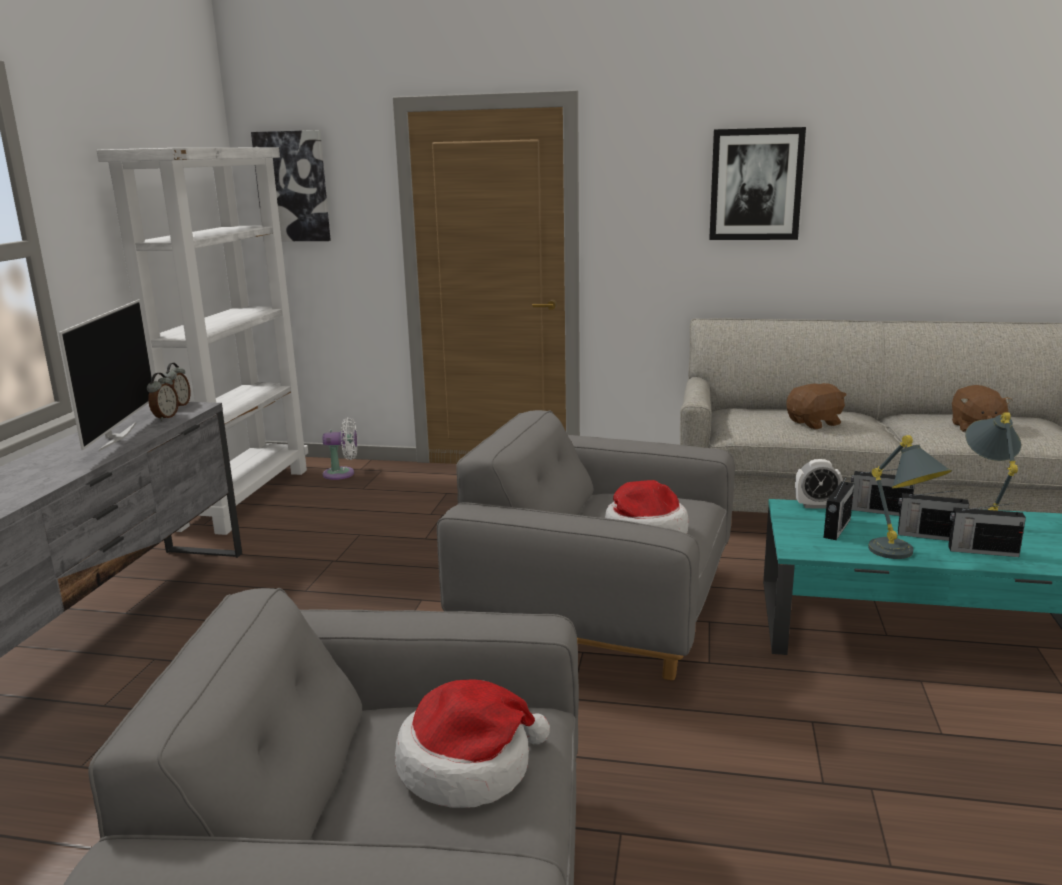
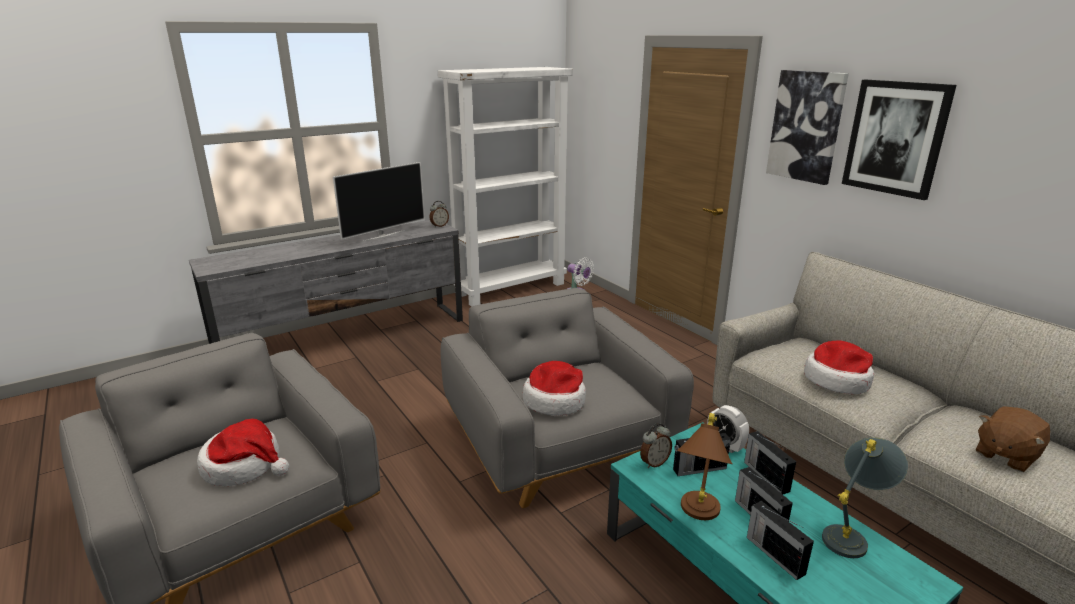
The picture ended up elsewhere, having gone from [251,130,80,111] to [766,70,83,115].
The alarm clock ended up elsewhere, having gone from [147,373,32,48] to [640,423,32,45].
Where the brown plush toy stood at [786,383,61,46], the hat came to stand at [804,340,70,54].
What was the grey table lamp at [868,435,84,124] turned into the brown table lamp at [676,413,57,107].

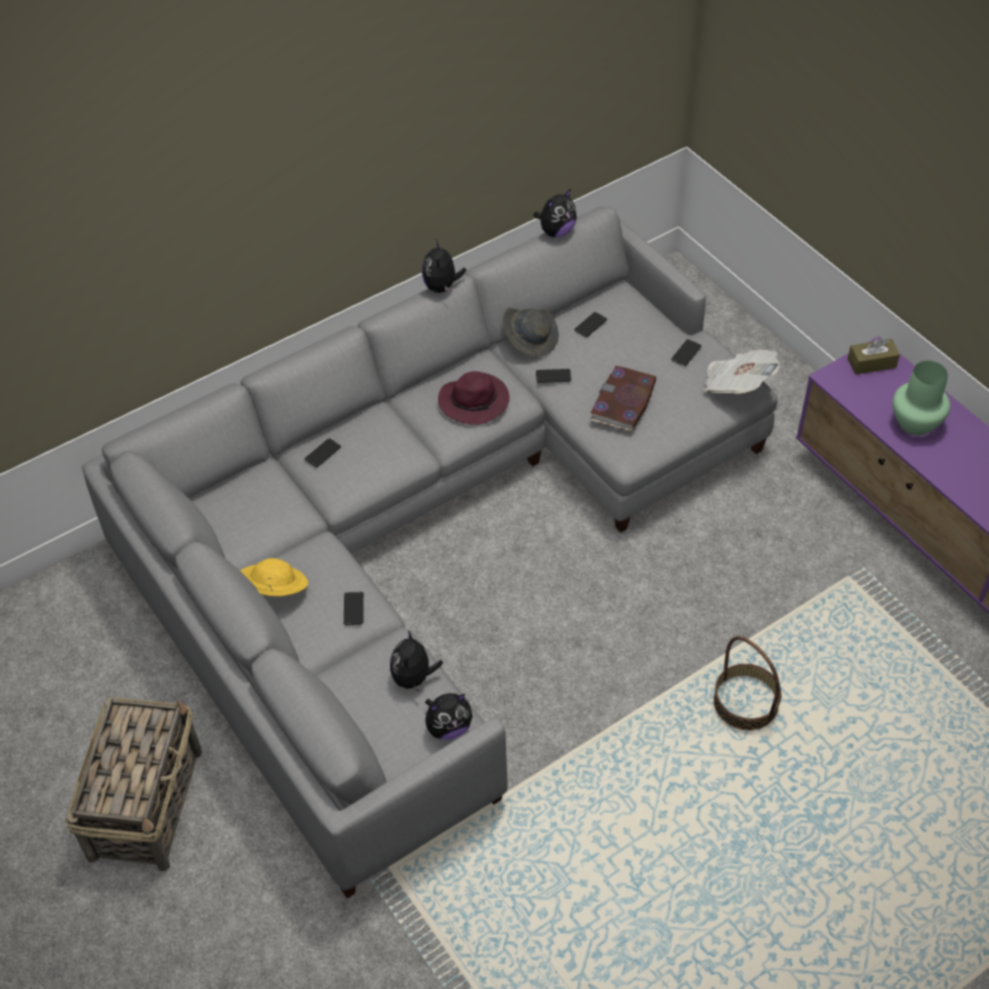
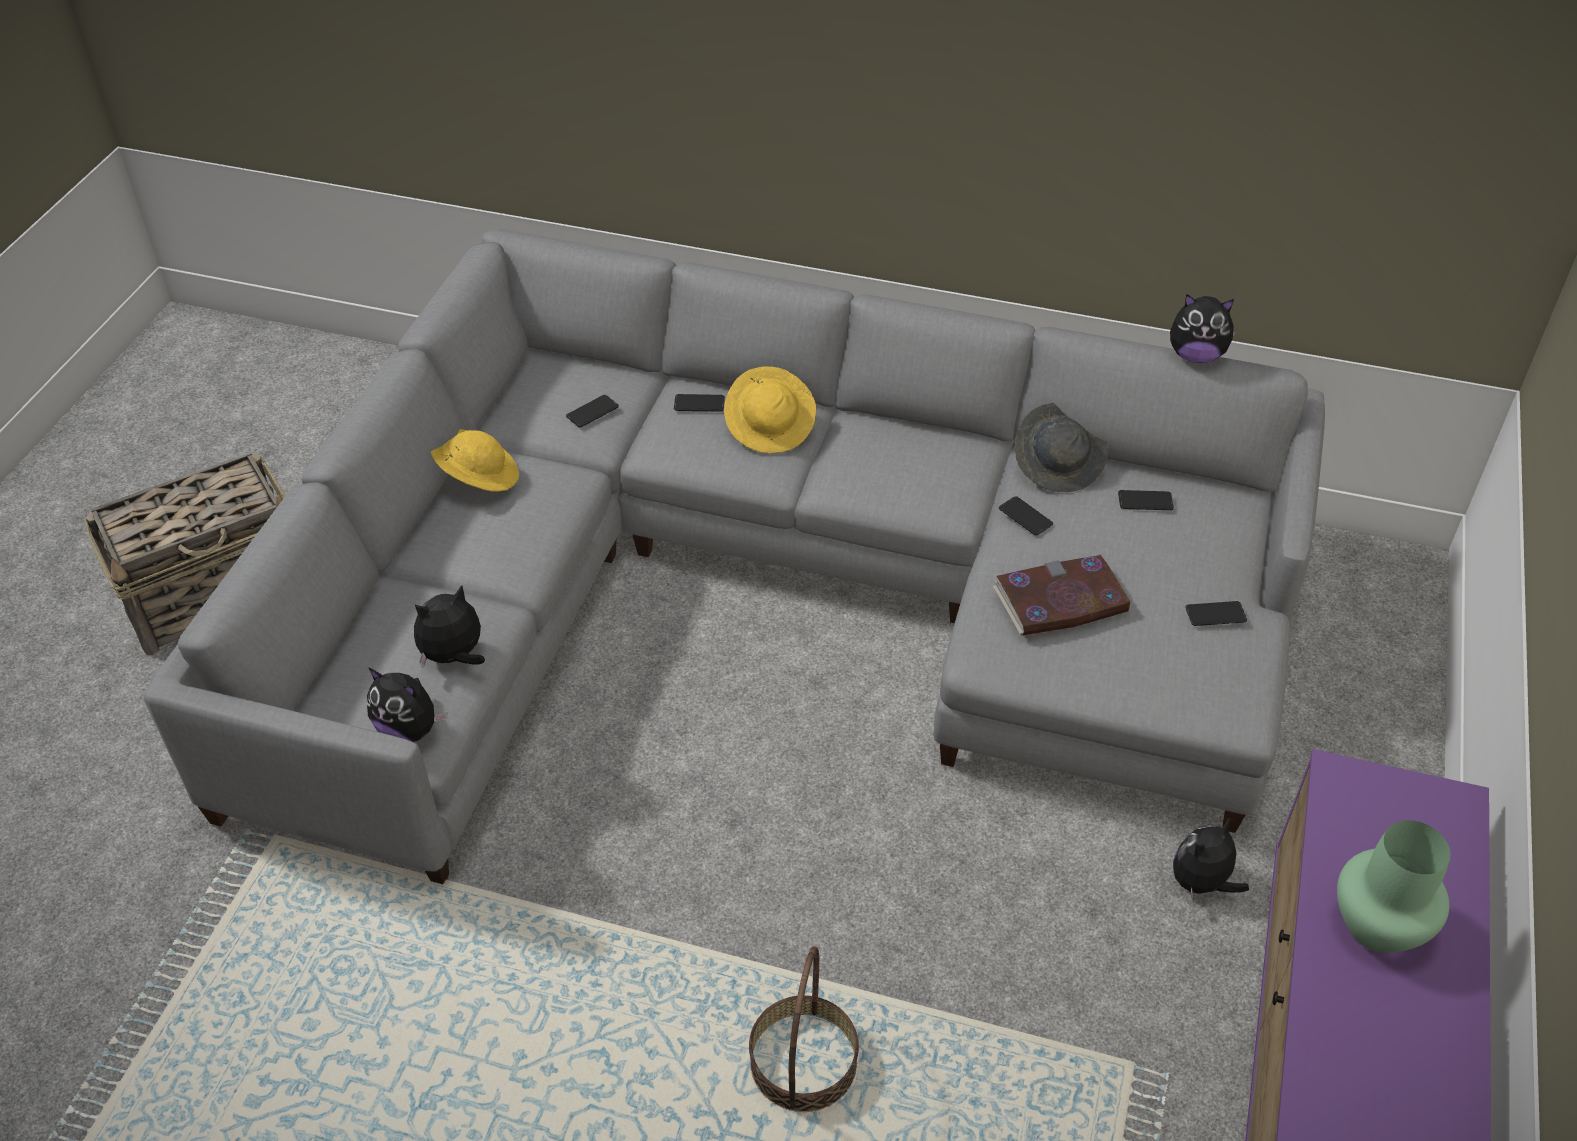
The plush toy ended up elsewhere, having gone from [422,239,44,54] to [1173,818,76,83].
The second view lost the brown tissue box at [848,338,52,36].
The second view lost the newspaper at [704,349,76,45].
The second view lost the purple hat at [438,371,72,54].
The phone ended up elsewhere, having gone from [344,592,20,33] to [566,395,53,32].
The second view gained the yellow hat at [724,367,92,86].

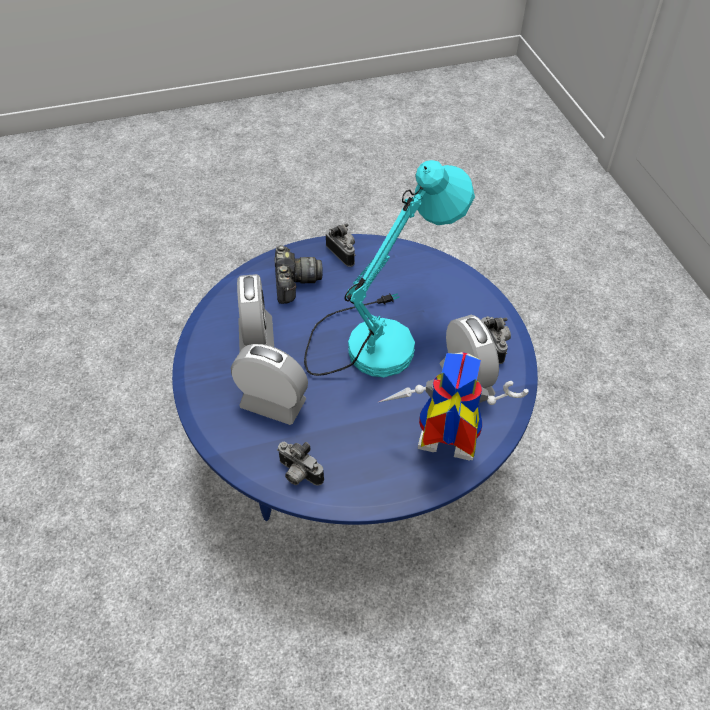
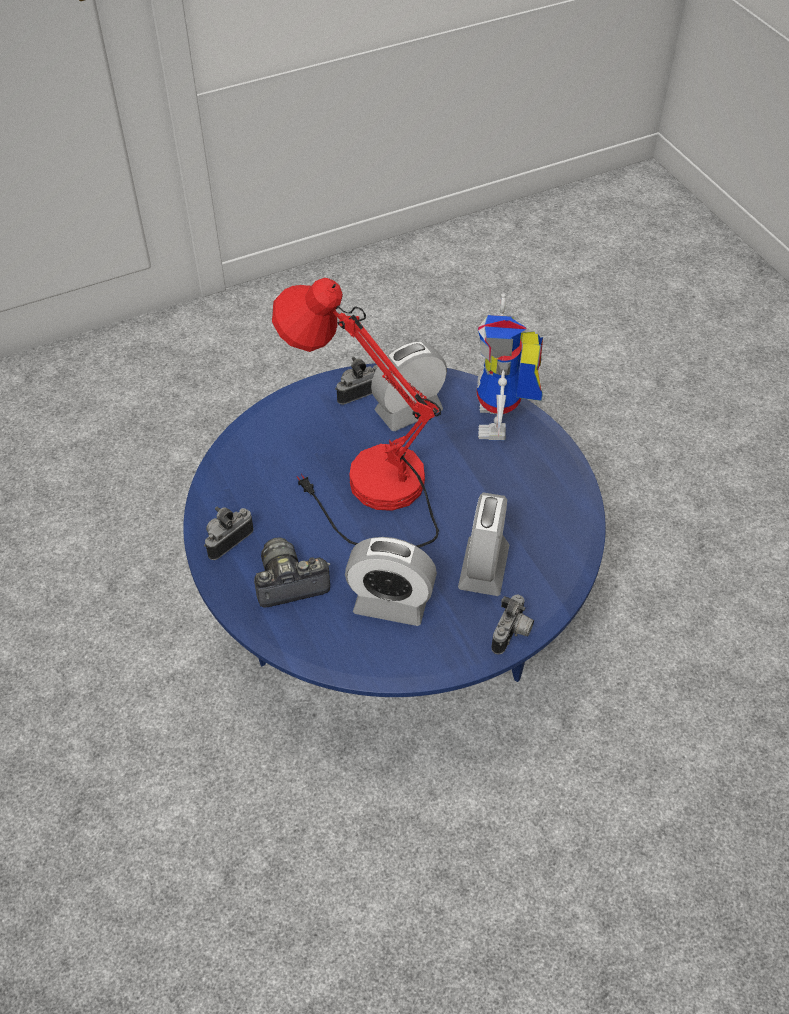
What was the turquoise table lamp at [304,160,171,217] turned into the red table lamp at [272,278,169,270].
The alarm clock at [237,274,37,77] ended up facing another way, 150 degrees counterclockwise from before.
The photo camera ended up elsewhere, having gone from [277,442,47,44] to [491,595,43,59].

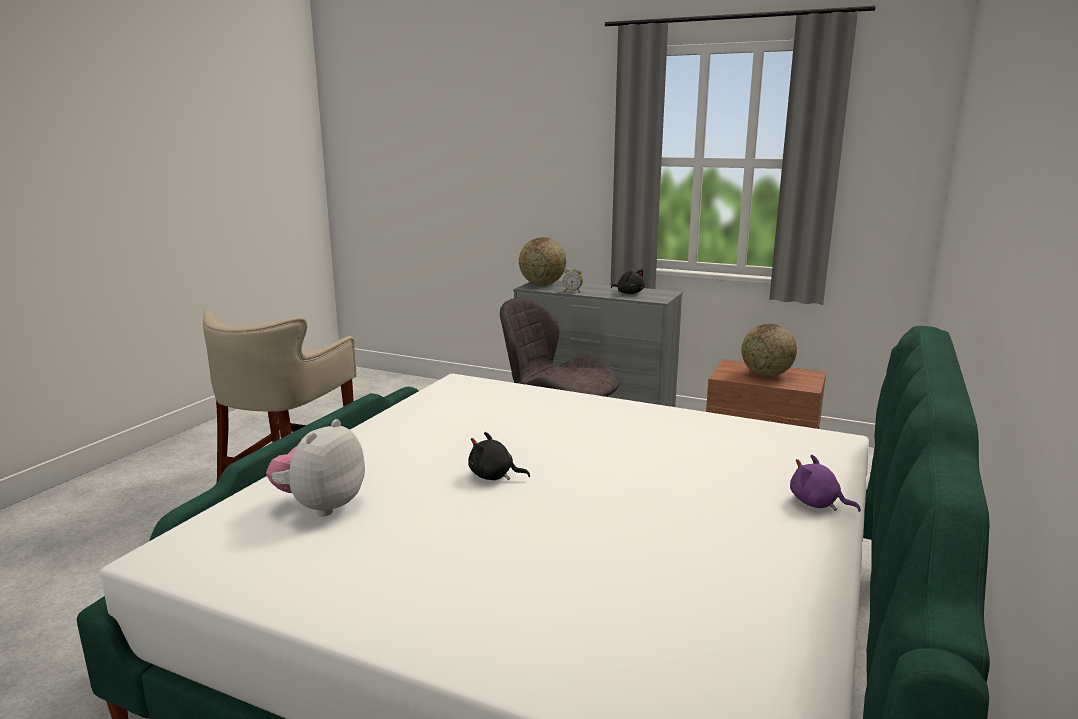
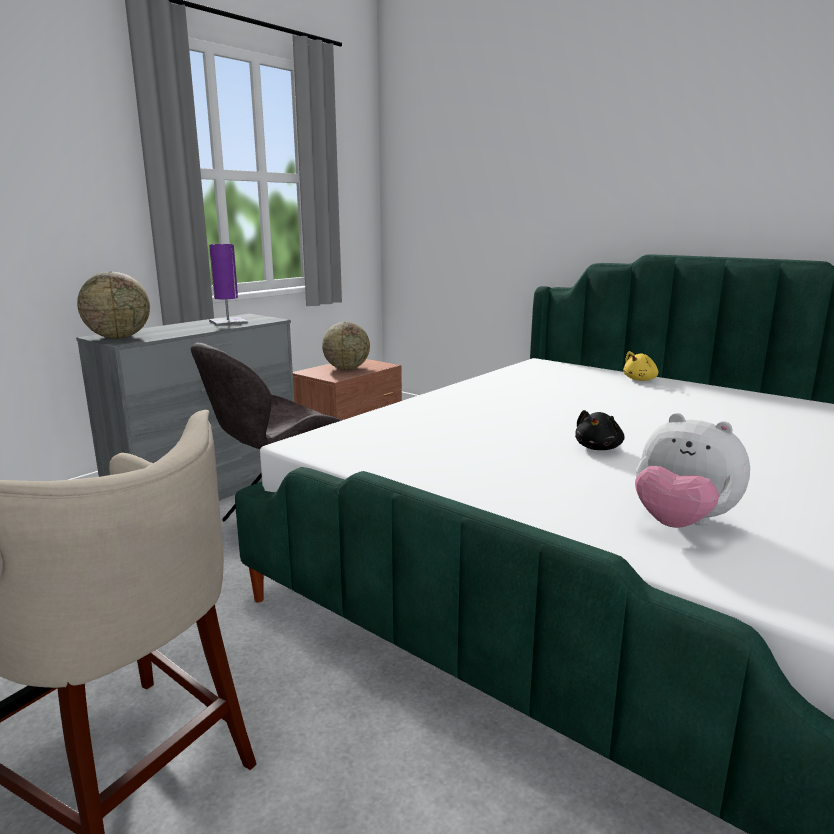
The second view lost the alarm clock at [563,268,20,25].
Where the black plush toy stood at [611,269,34,25], the purple table lamp came to stand at [209,244,39,82].
What was the purple plush toy at [790,455,71,57] turned into the yellow plush toy at [623,351,35,30].

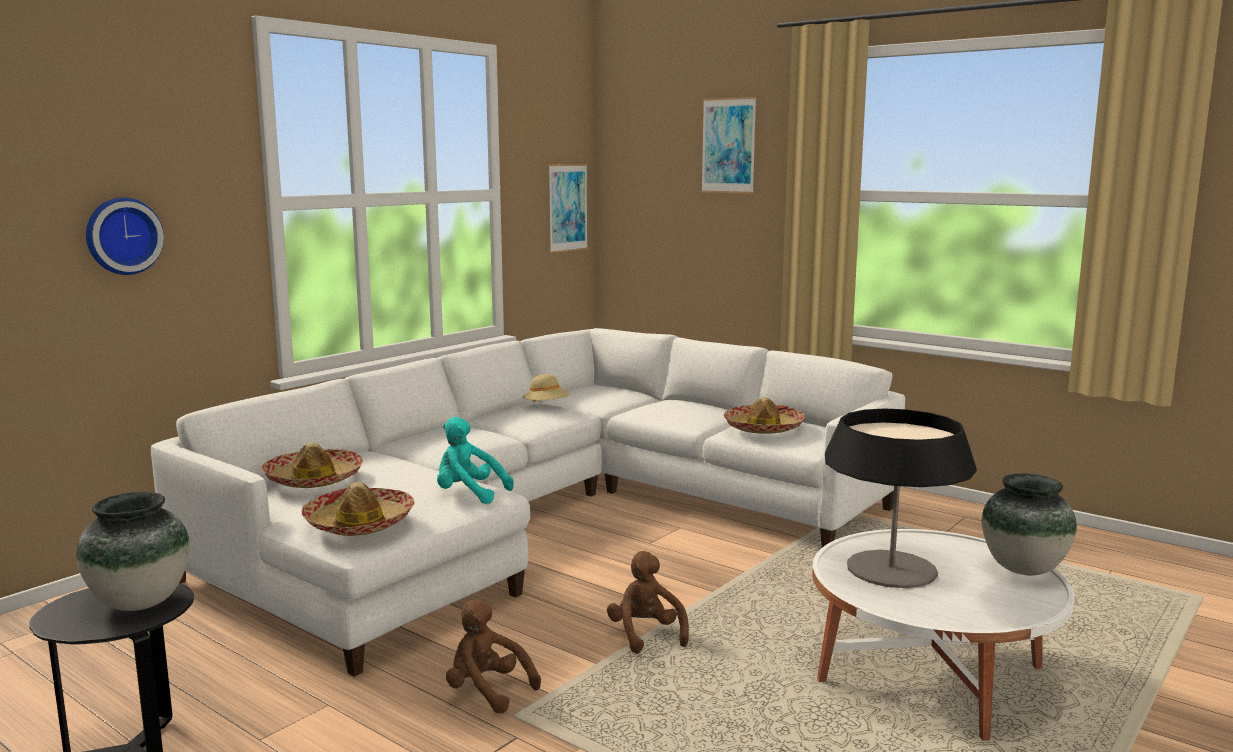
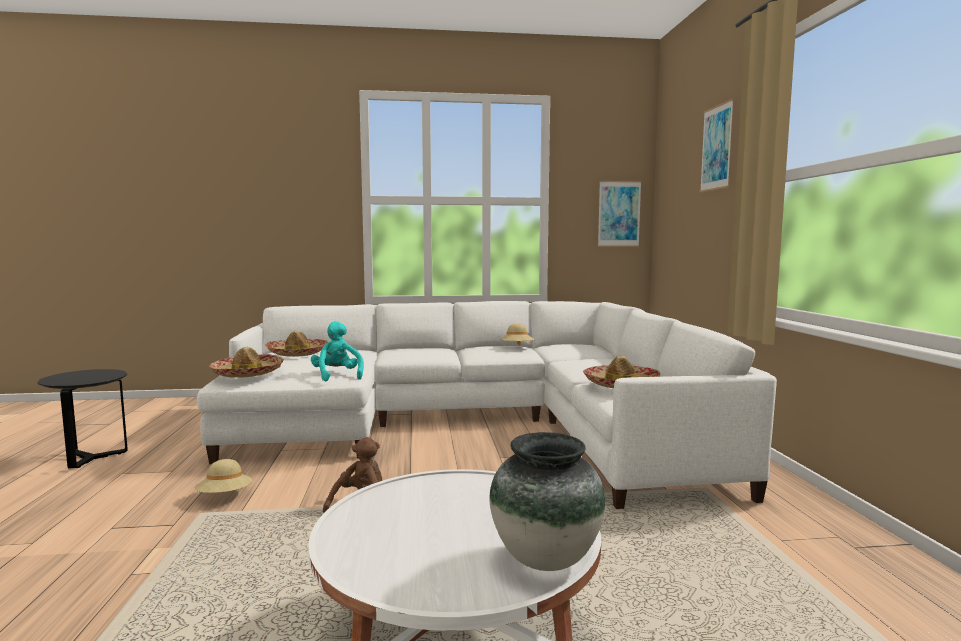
The second view lost the wall clock at [86,197,78,78].
The second view lost the table lamp at [825,408,152,180].
The second view lost the vase at [76,492,114,119].
Where the brown plush toy stood at [446,600,95,114], the beige hat came to stand at [195,459,57,34].

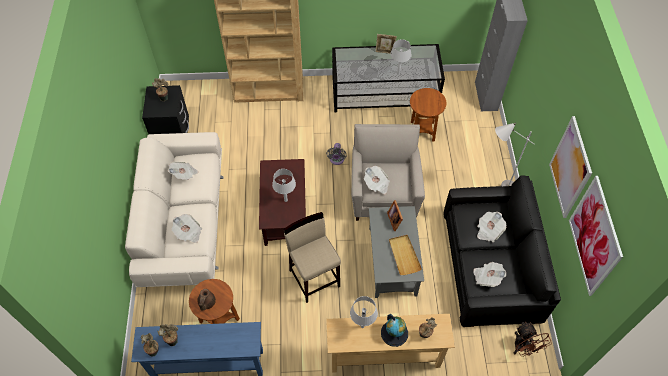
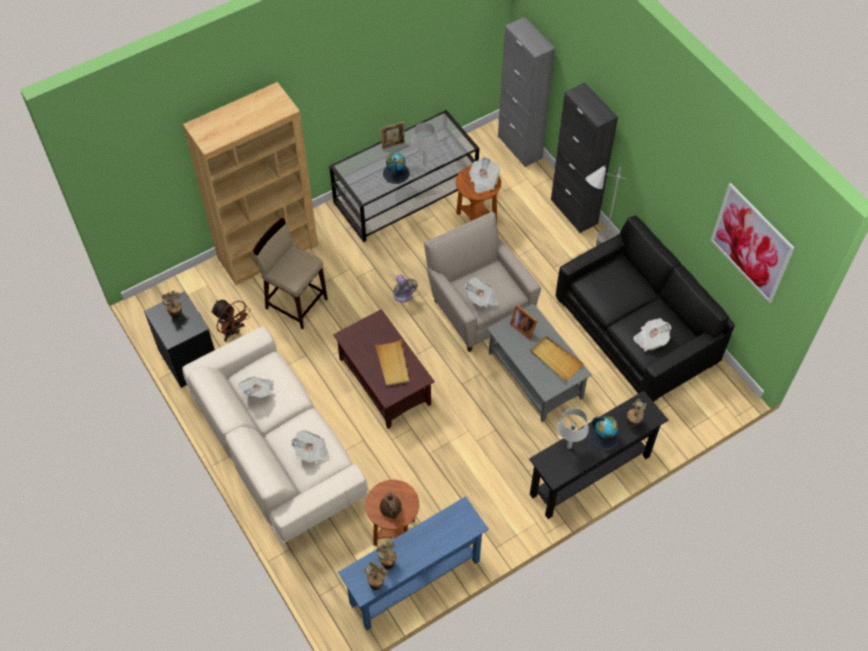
The second view lost the picture at [549,116,43,102].
Where the grey table lamp stood at [272,169,24,33], the beige tray came to stand at [375,339,35,47].
The beige stool ended up elsewhere, having gone from [283,212,58,91] to [253,218,75,112].
The newspaper ended up elsewhere, having gone from [477,212,29,30] to [469,157,31,36].
What was the beige console table at [326,314,129,59] turned into the black console table at [529,391,139,128].
The brown fan ended up elsewhere, having gone from [514,322,38,35] to [211,300,40,42].
The second view gained the black cabinet at [551,83,67,150].
The second view gained the globe at [383,152,27,32].

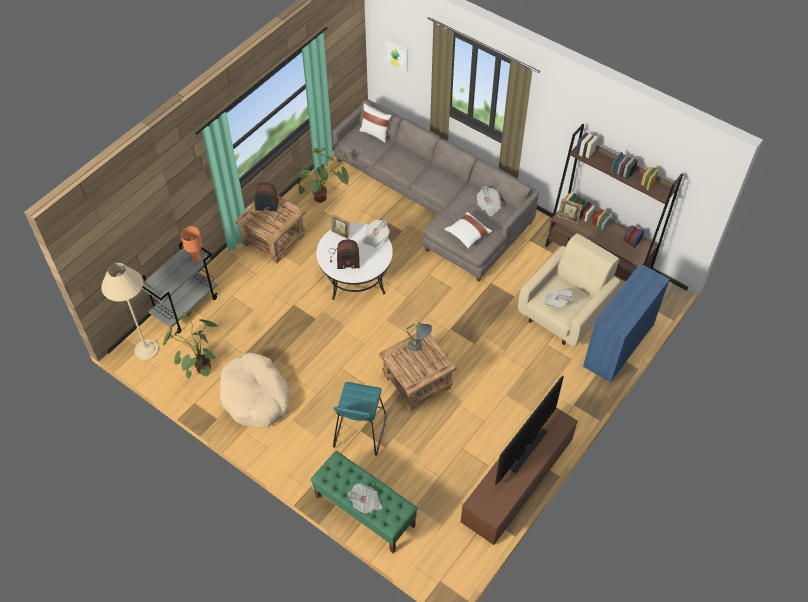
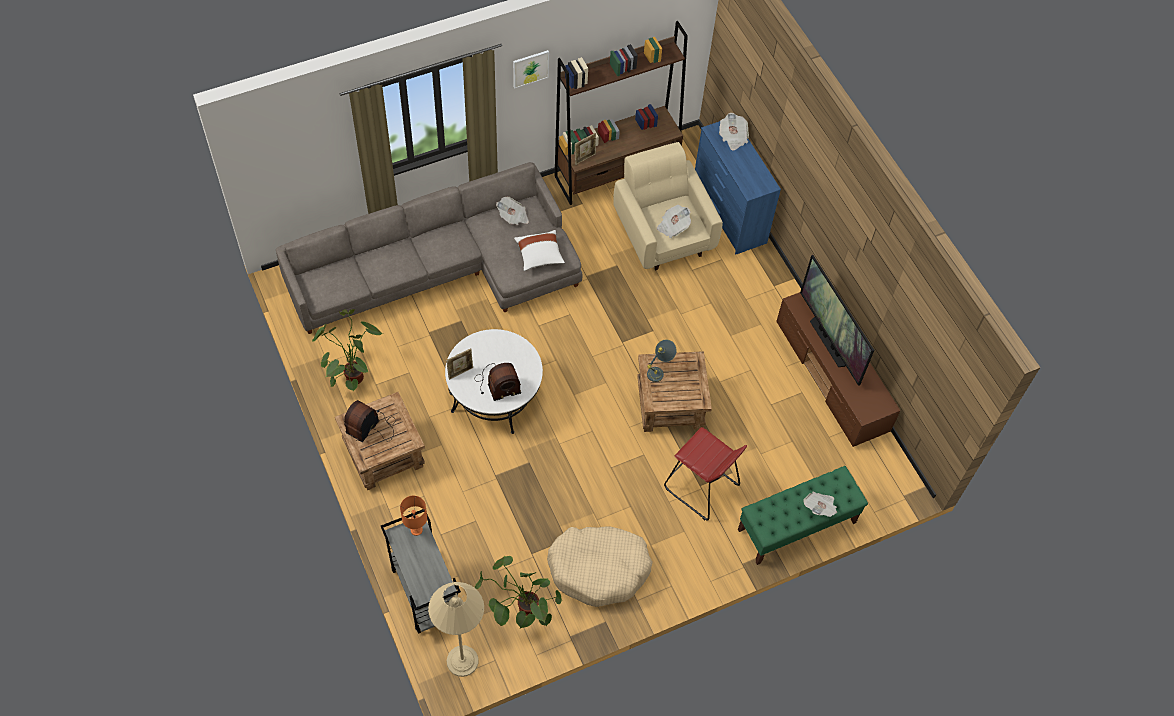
The picture ended up elsewhere, having gone from [384,38,24,35] to [513,50,36,38].
The second view lost the white pillow at [359,103,33,40].
The newspaper ended up elsewhere, having gone from [362,219,27,29] to [719,113,30,38].
The radio at [329,239,31,30] ended up facing another way, 45 degrees clockwise from before.
What was the turquoise stool at [333,382,53,74] turned into the red stool at [664,427,83,94].

